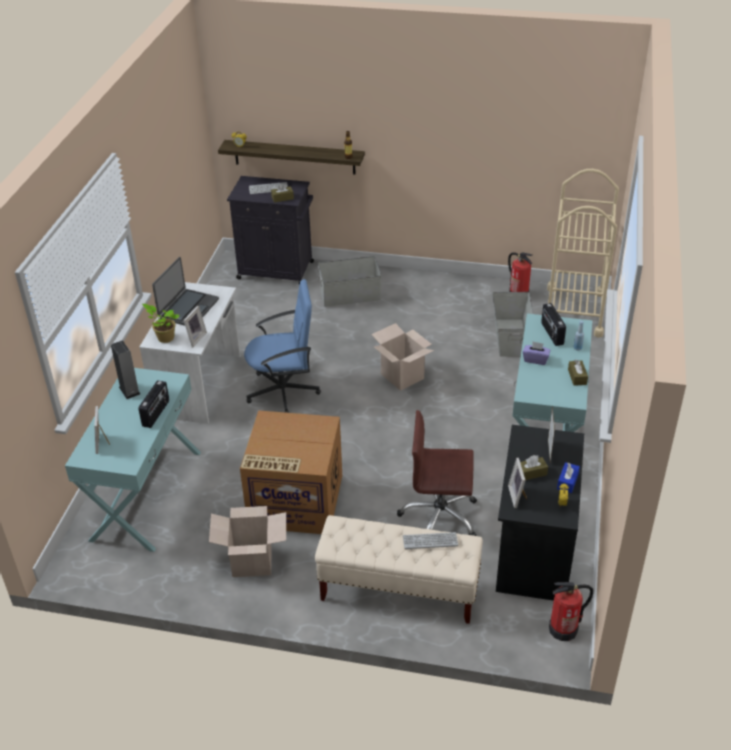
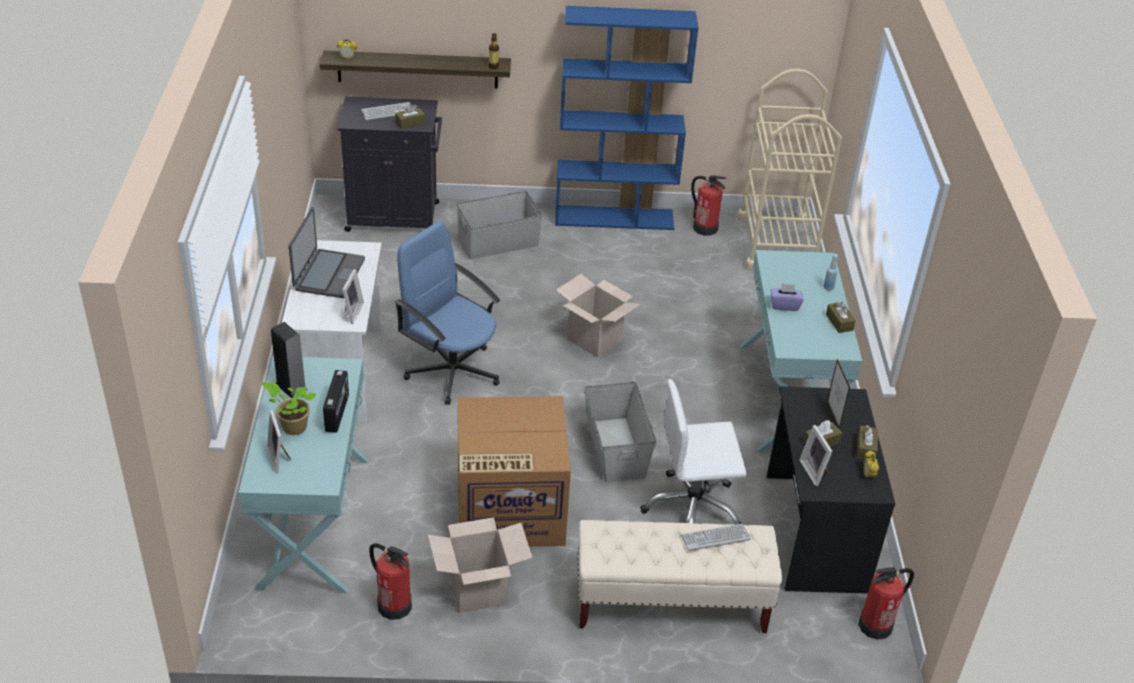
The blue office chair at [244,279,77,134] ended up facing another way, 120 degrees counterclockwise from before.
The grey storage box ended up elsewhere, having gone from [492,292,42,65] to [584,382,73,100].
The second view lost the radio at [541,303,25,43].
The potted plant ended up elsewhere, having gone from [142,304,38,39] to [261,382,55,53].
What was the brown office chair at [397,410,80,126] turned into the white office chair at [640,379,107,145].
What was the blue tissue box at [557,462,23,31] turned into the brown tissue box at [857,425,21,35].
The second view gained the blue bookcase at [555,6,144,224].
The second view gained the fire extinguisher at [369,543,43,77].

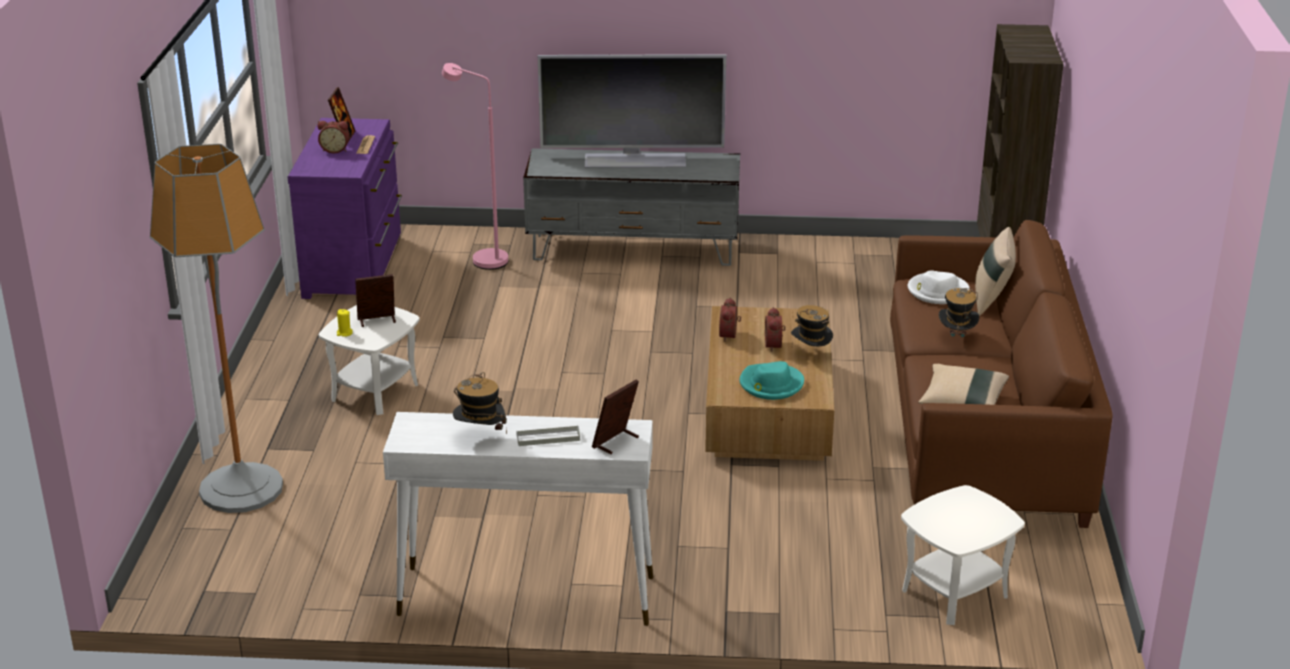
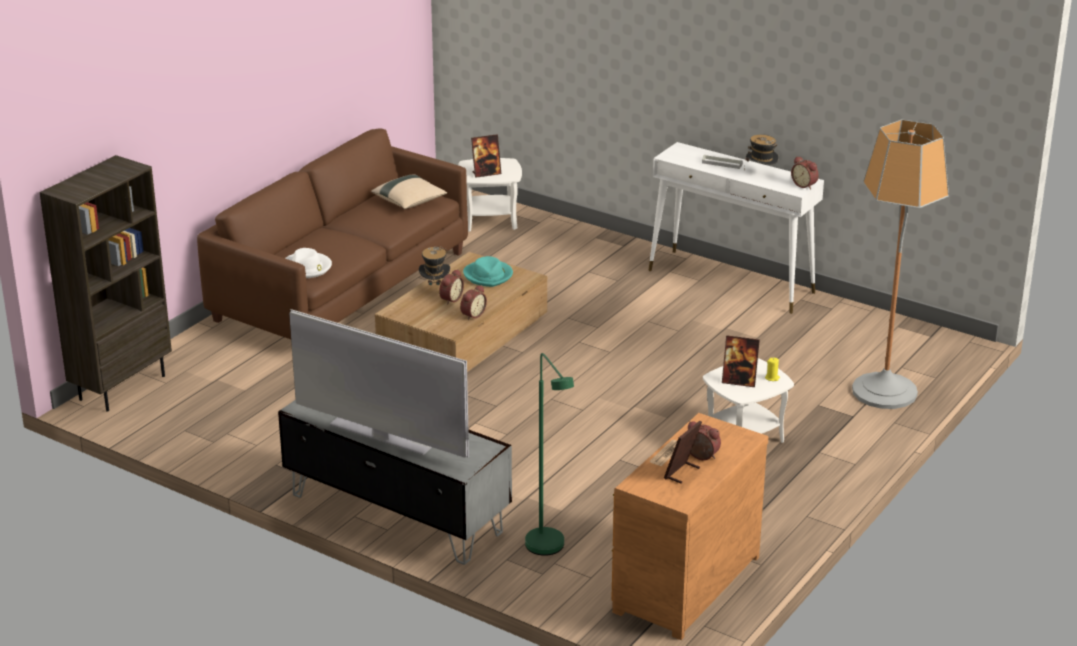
What was the pink floor lamp at [442,63,66,207] turned into the green floor lamp at [525,353,49,203].
What was the purple dresser at [288,118,114,181] turned into the brown dresser at [611,413,157,227].
The second view lost the beige pillow at [975,227,41,89].
The second view lost the hat at [939,288,40,61].
The picture frame ended up elsewhere, having gone from [592,379,47,75] to [471,134,30,44].
The second view gained the alarm clock at [791,156,28,33].

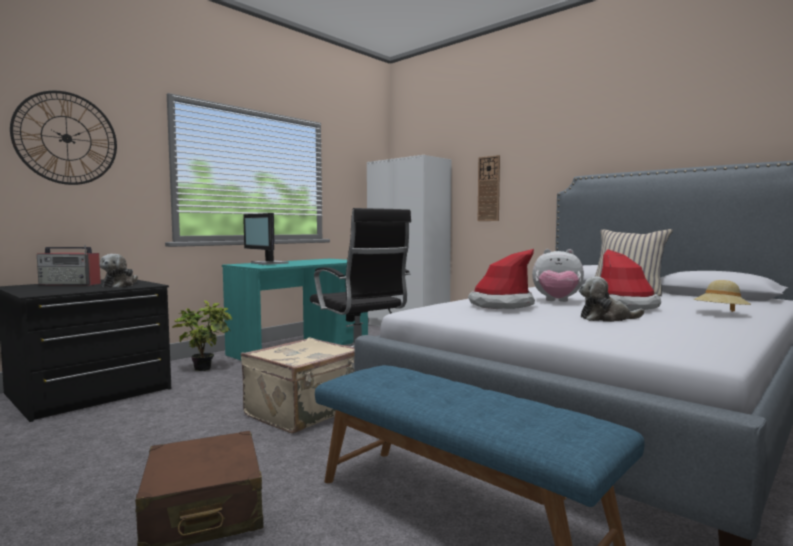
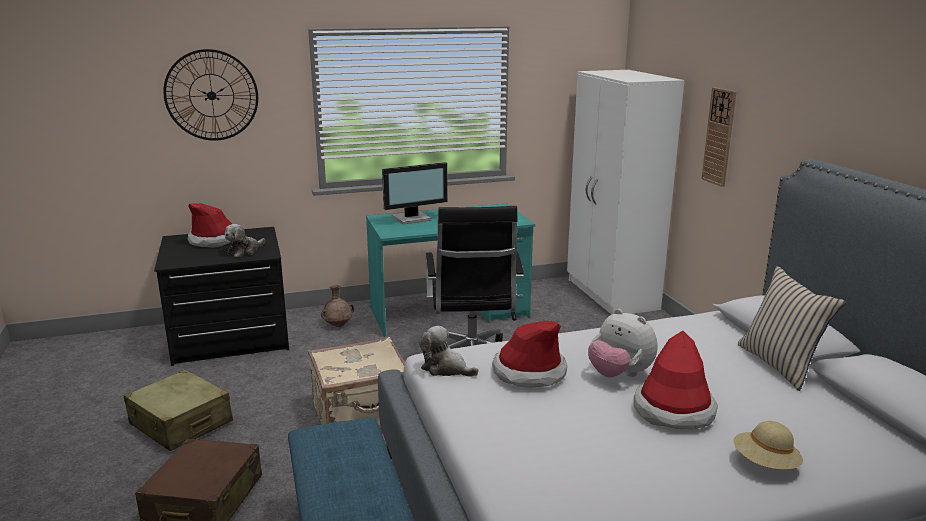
The monitor at [243,213,45,52] ended up facing another way, 105 degrees counterclockwise from before.
Where the radio stood at [37,245,64,40], the hat came to stand at [188,203,44,45].
The plush toy ended up elsewhere, having gone from [579,276,65,46] to [420,326,59,51].
Where the potted plant stood at [172,300,61,71], the brown vase came to stand at [321,285,33,42].
The second view gained the beige suitcase at [124,369,109,82].

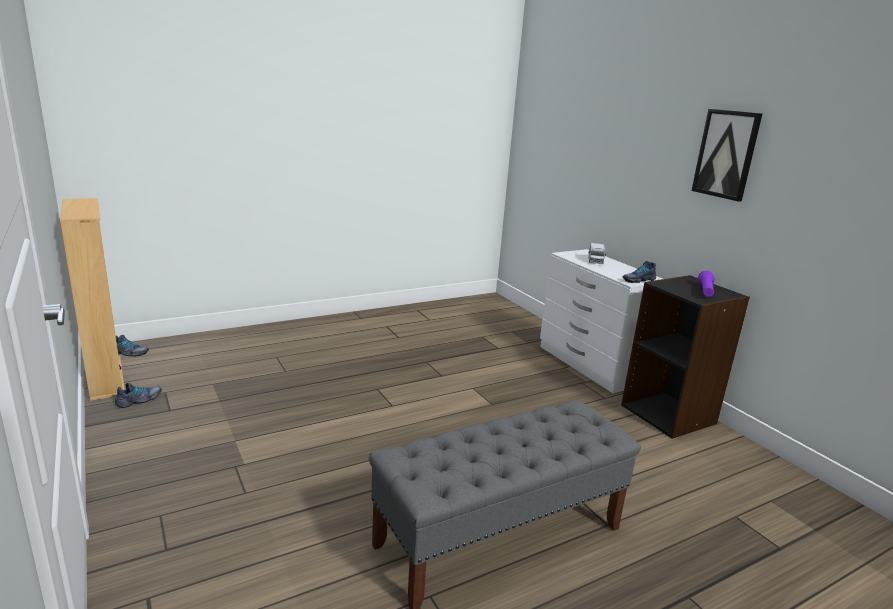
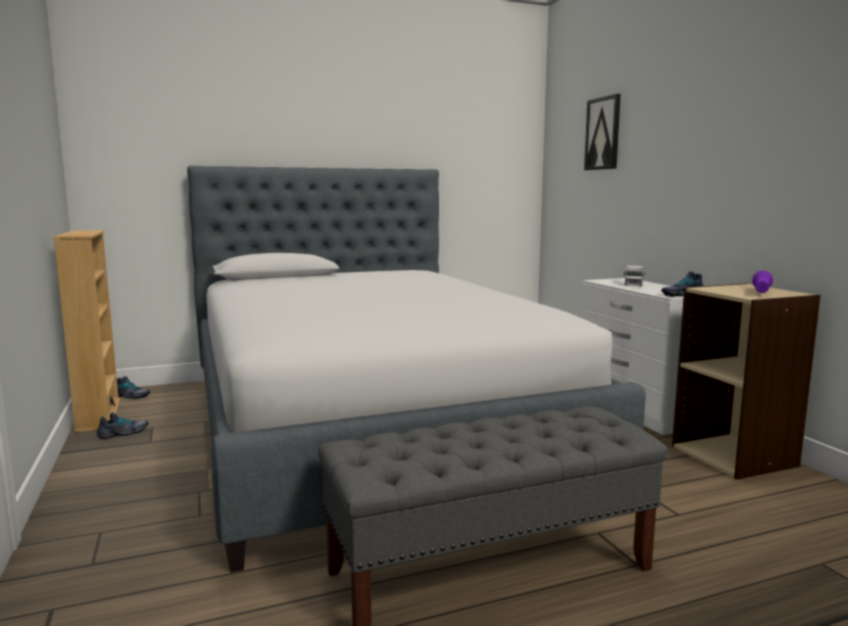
The picture ended up elsewhere, having gone from [692,109,70,93] to [584,94,37,76].
What was the black bookcase at [621,275,129,164] turned into the beige bookcase at [672,283,149,197].
The second view gained the bed at [187,166,459,407].

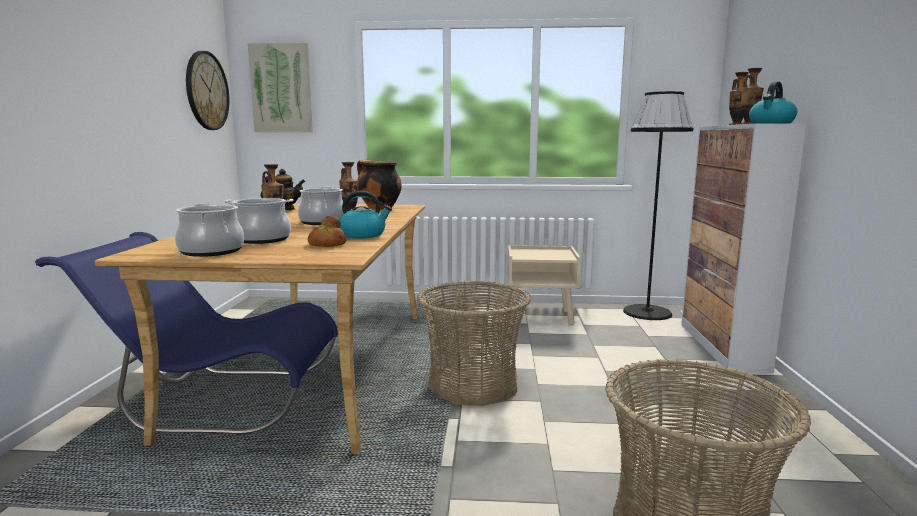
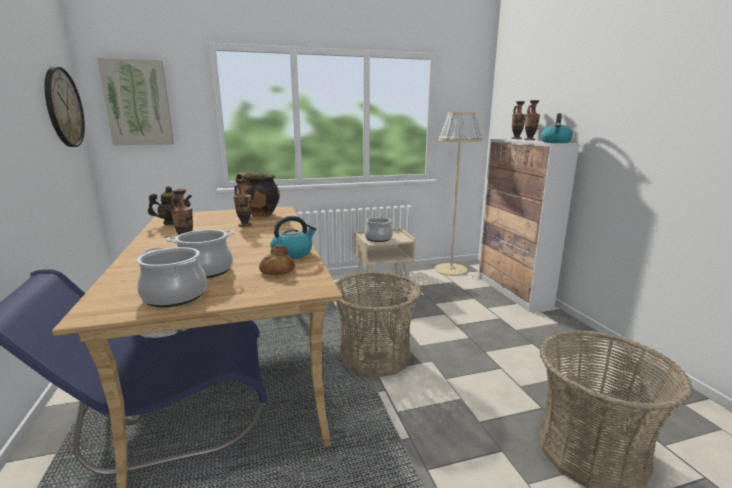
What was the black floor lamp at [623,91,70,229] turned into the beige floor lamp at [434,112,48,164].
The cooking pot ended up elsewhere, having gone from [298,187,46,38] to [364,216,29,26].

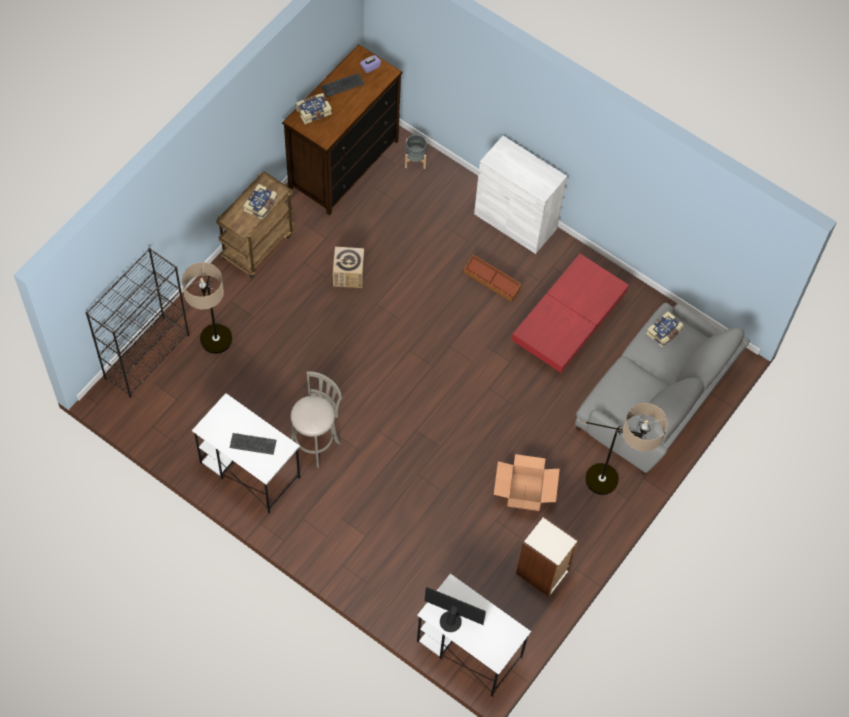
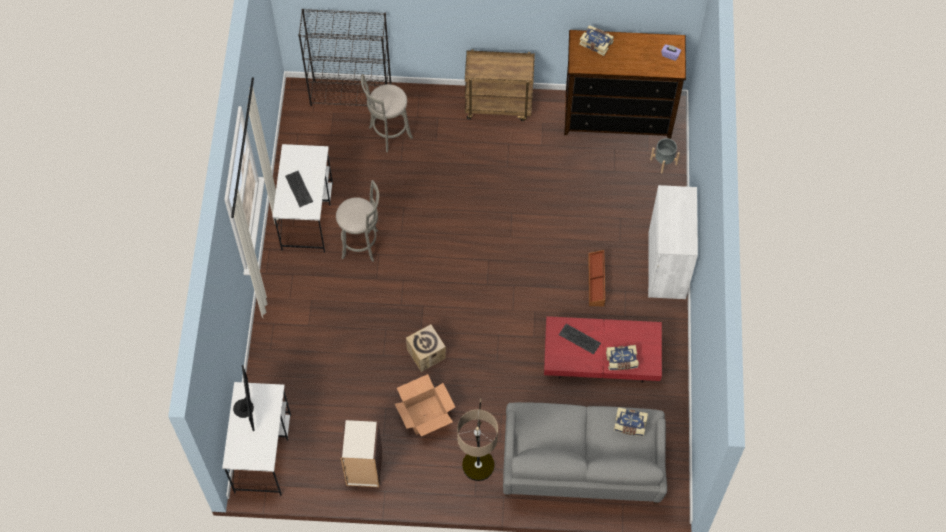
The keyboard ended up elsewhere, having gone from [321,73,43,24] to [559,324,42,30].
The book ended up elsewhere, having gone from [243,184,34,36] to [606,345,33,25].
The cardboard box ended up elsewhere, having gone from [333,247,31,41] to [406,324,40,48].
Where the floor lamp stood at [182,262,50,92], the grey stool came to stand at [361,74,52,78].

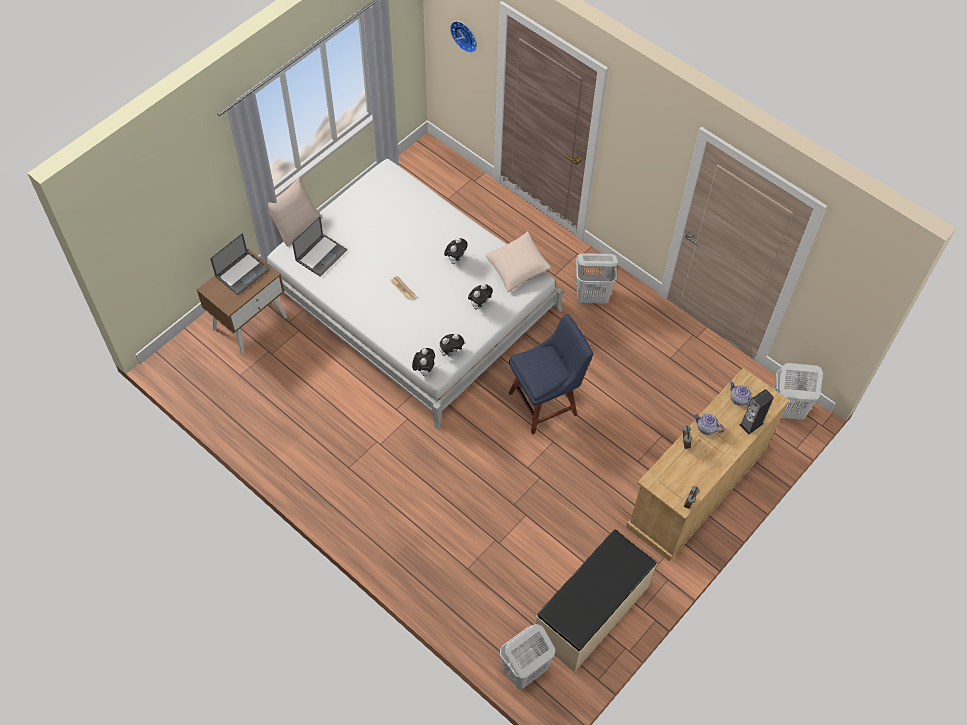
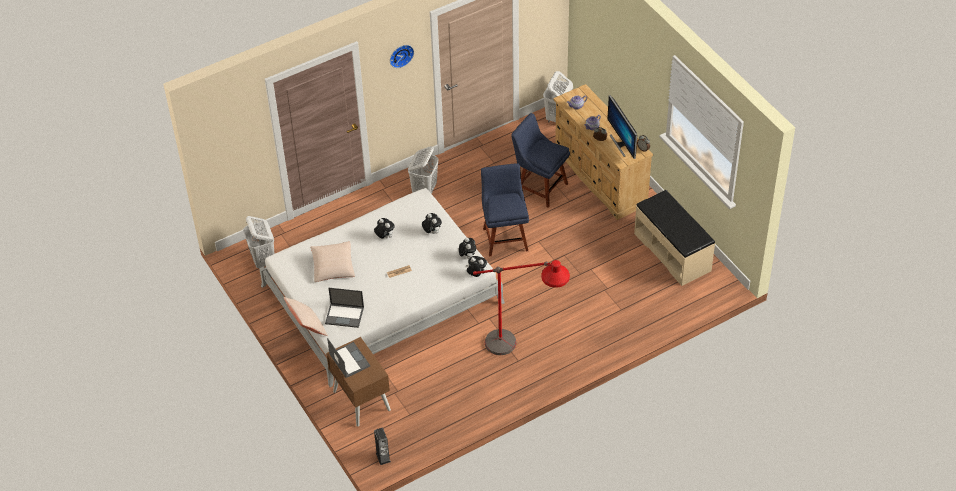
The wall clock ended up elsewhere, having gone from [450,21,27,32] to [390,45,24,23].
The laptop at [292,216,55,61] ended up facing another way, 135 degrees clockwise from before.
The beige pillow ended up elsewhere, having gone from [485,231,66,61] to [310,241,45,41].
The speaker ended up elsewhere, having gone from [739,389,35,45] to [374,428,17,37].
The white laundry basket ended up elsewhere, having gone from [500,624,55,66] to [243,216,32,52].
The second view gained the monitor at [607,95,30,64].
The second view gained the blue chair at [511,113,59,95].
The second view gained the red floor lamp at [473,260,97,95].

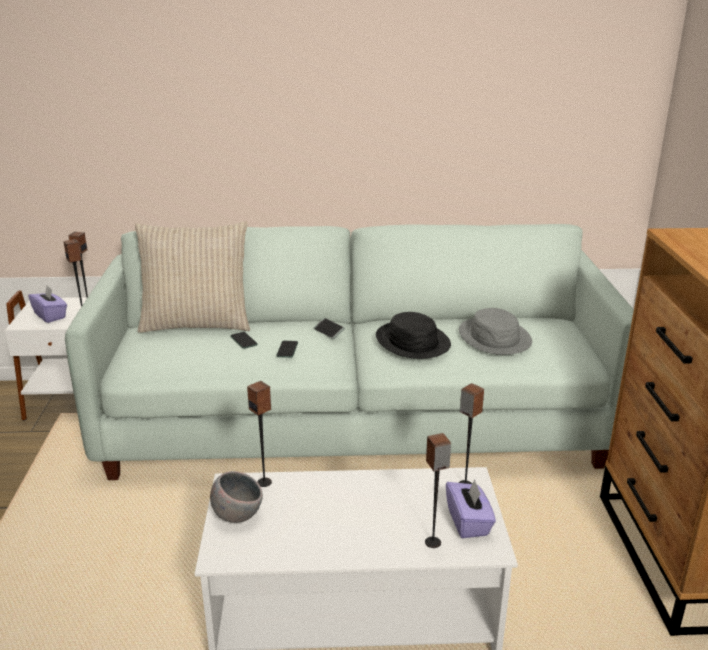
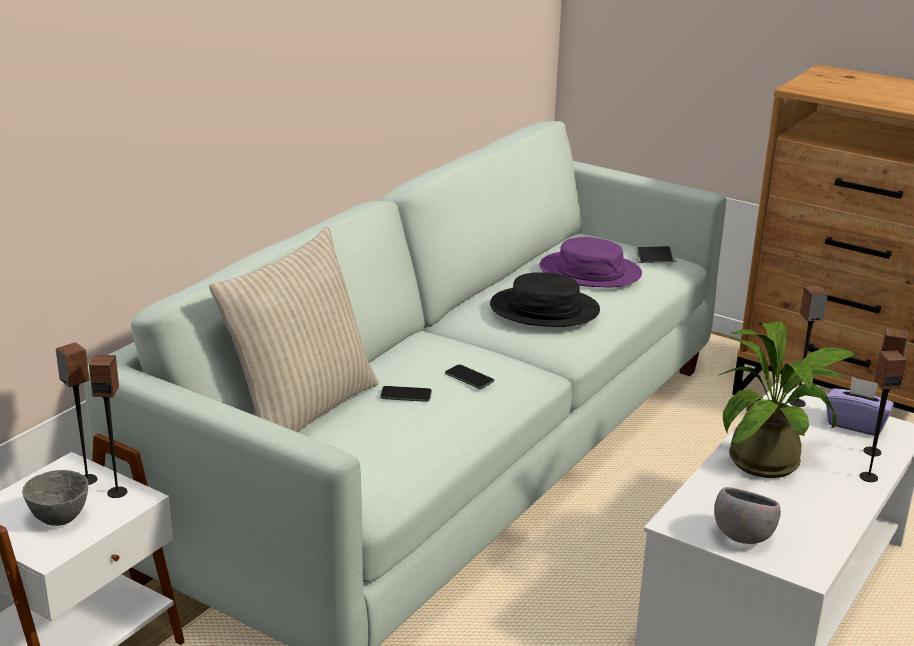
Where the purple tissue box stood at [28,286,39,37], the grey bowl came to stand at [22,470,66,56].
What was the grey hat at [459,308,73,47] turned into the purple hat at [539,237,103,50].
The phone ended up elsewhere, having gone from [313,318,32,21] to [635,246,42,17].
The speaker ended up elsewhere, having gone from [247,381,25,106] to [860,351,46,131].
The second view gained the potted plant at [719,321,140,157].

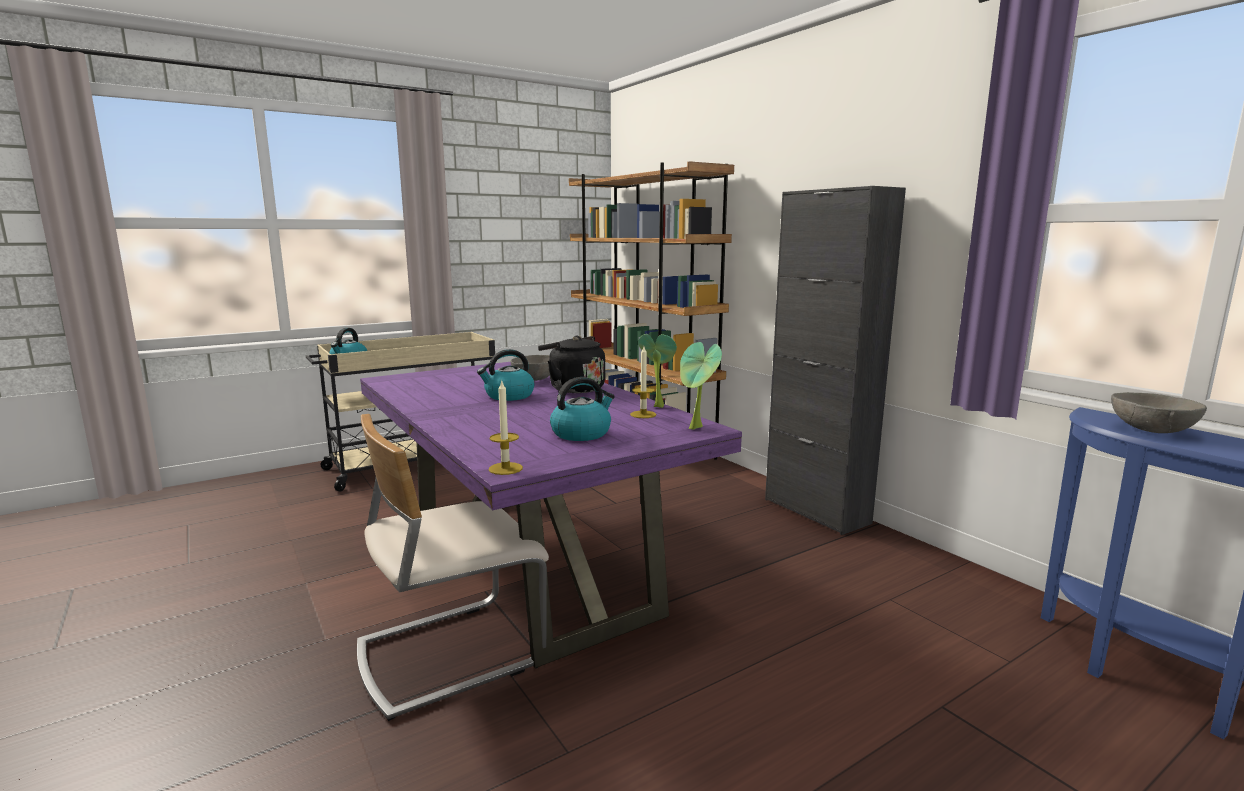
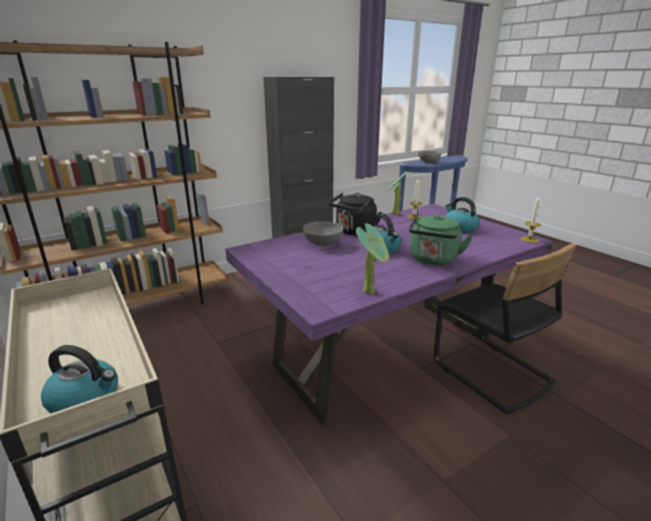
The potted plant ended up elsewhere, having gone from [680,342,42,88] to [356,223,33,71].
What was the beige chair at [357,414,192,307] turned into the black chair at [434,243,142,172].
The second view gained the green kettle at [409,215,64,50].

